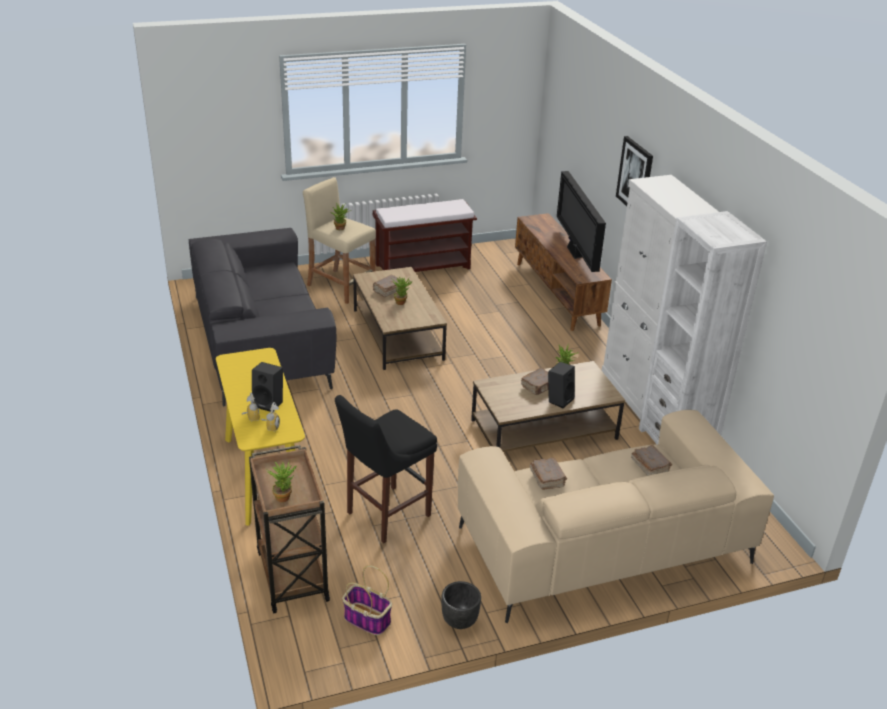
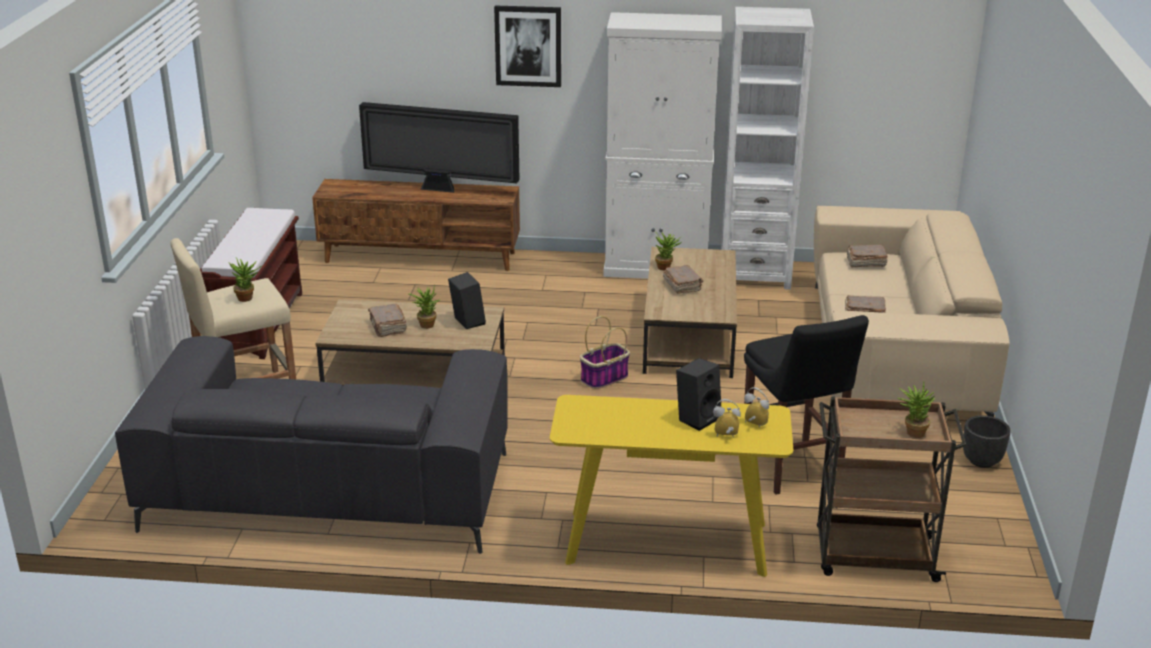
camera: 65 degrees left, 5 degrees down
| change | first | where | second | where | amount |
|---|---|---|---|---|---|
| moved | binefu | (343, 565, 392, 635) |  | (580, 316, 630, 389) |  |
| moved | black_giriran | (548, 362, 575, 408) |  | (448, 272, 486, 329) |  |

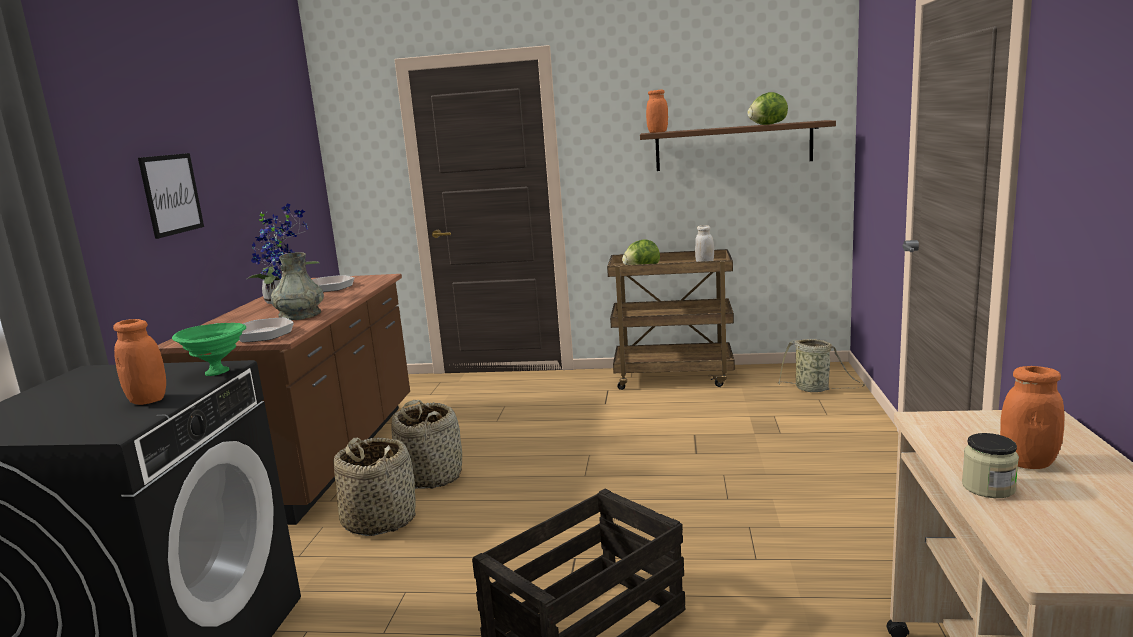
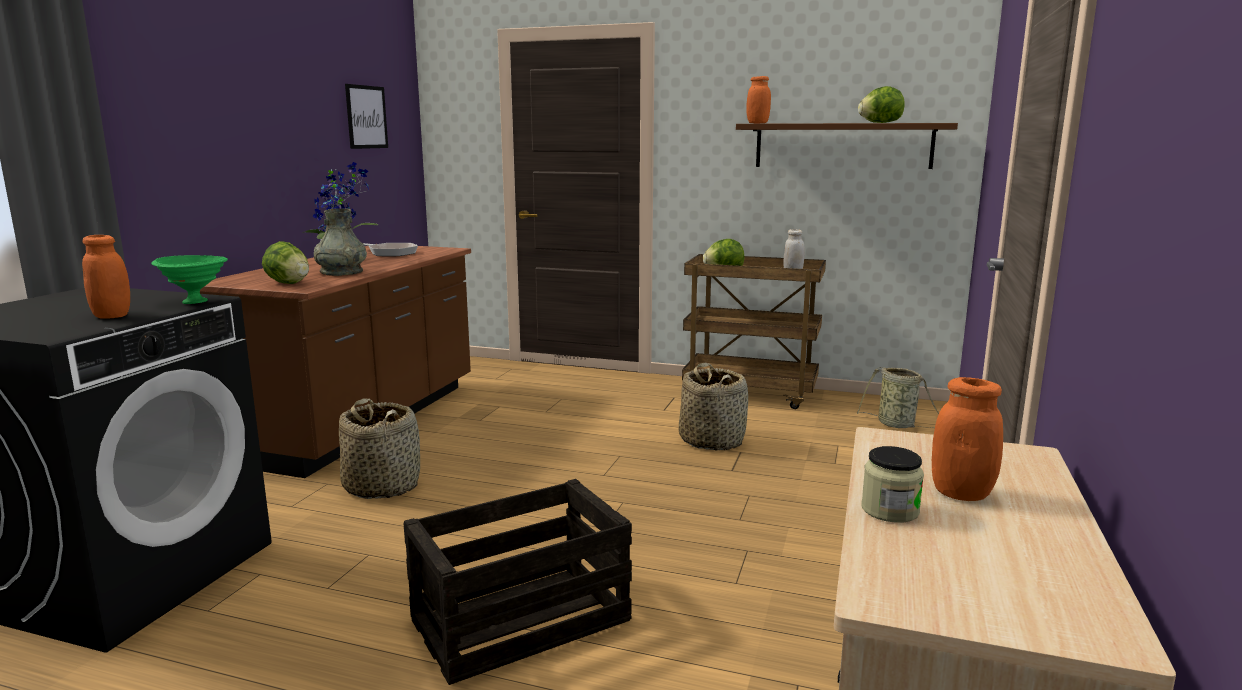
camera: 10 degrees right, 0 degrees up
| change | first | where | second | where | amount |
|---|---|---|---|---|---|
| moved | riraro | (138, 153, 204, 239) |  | (345, 84, 388, 149) |  |
| replaced | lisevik | (214, 317, 294, 343) | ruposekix | (262, 241, 309, 284) |  |
| moved | binefu | (391, 400, 462, 489) |  | (679, 362, 748, 451) |  |

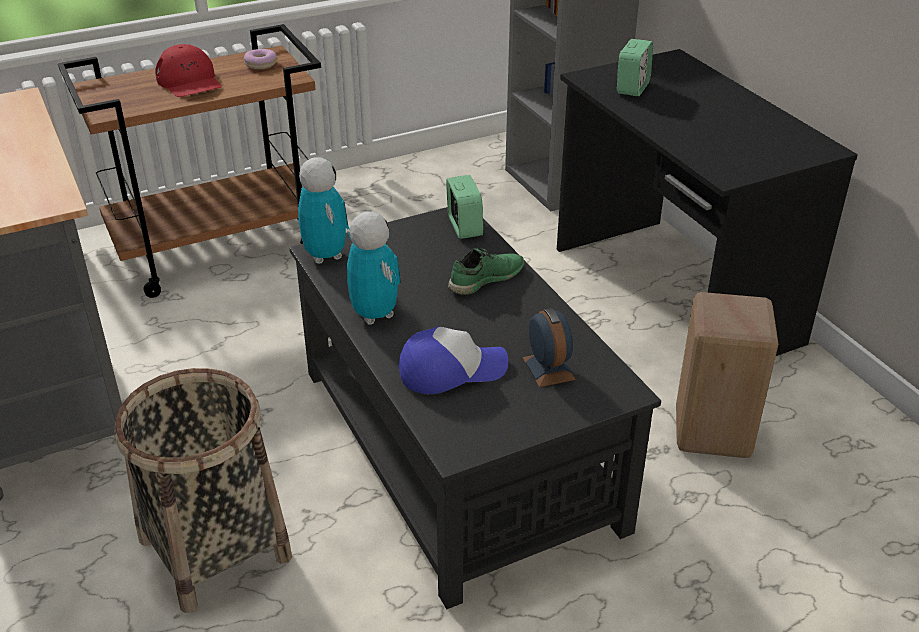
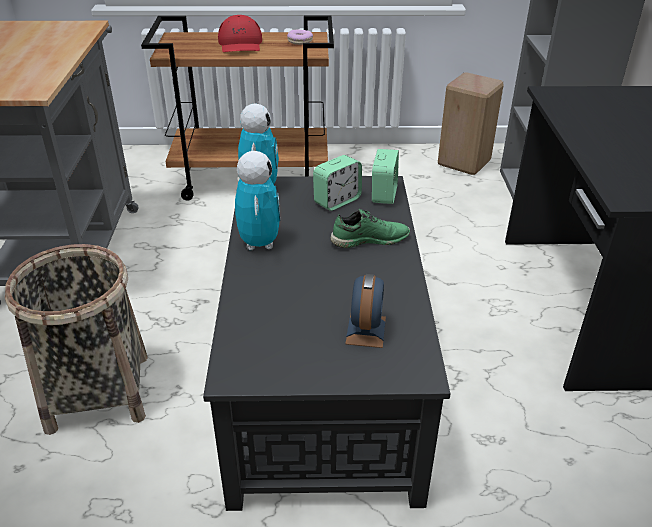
camera: 25 degrees right, 0 degrees up
| change | first | where | second | where | amount |
|---|---|---|---|---|---|
| removed | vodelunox | (399, 327, 508, 394) |  |  |  |
| moved | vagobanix | (617, 39, 653, 96) |  | (313, 155, 362, 211) |  |
| moved | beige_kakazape | (676, 292, 778, 458) |  | (438, 72, 504, 175) |  |

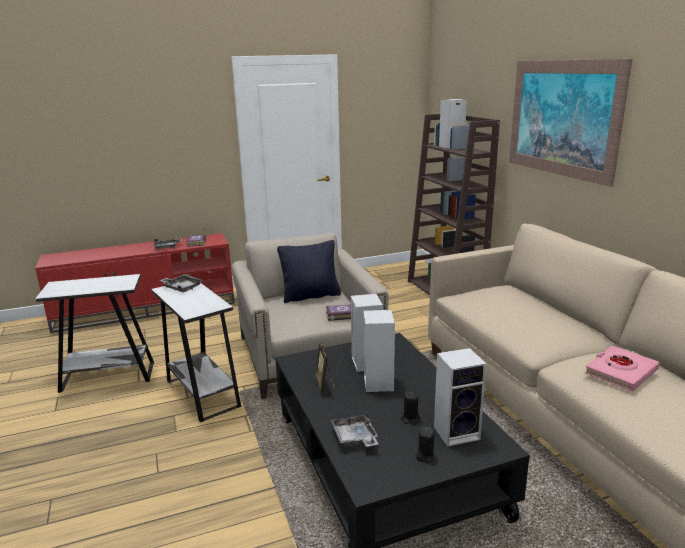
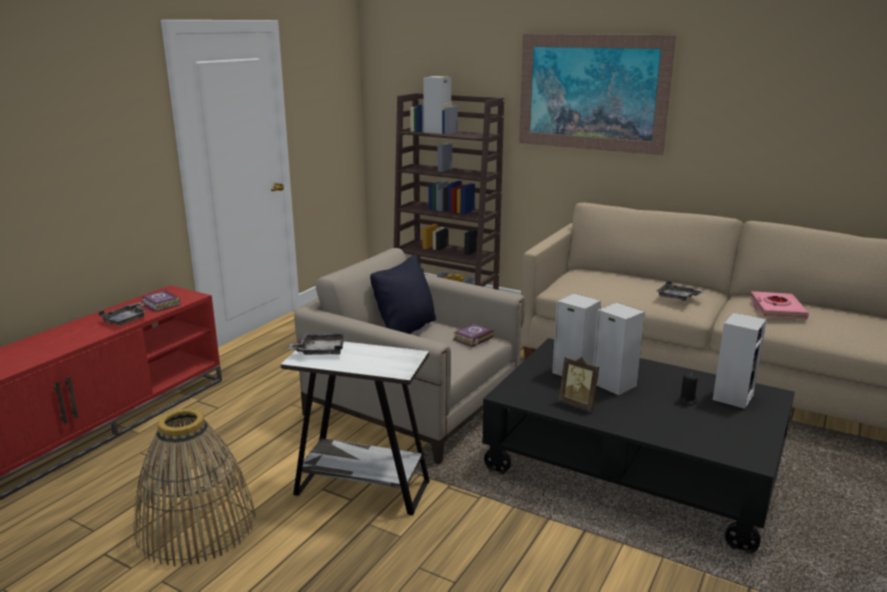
camera: 40 degrees left, 0 degrees up
| change | first | where | second | where | amount |
|---|---|---|---|---|---|
| replaced | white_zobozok | (35, 274, 154, 393) | binefu | (133, 409, 256, 566) |  |
| moved | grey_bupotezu | (331, 411, 378, 447) |  | (656, 281, 705, 301) |  |
| removed | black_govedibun | (416, 426, 435, 463) |  |  |  |

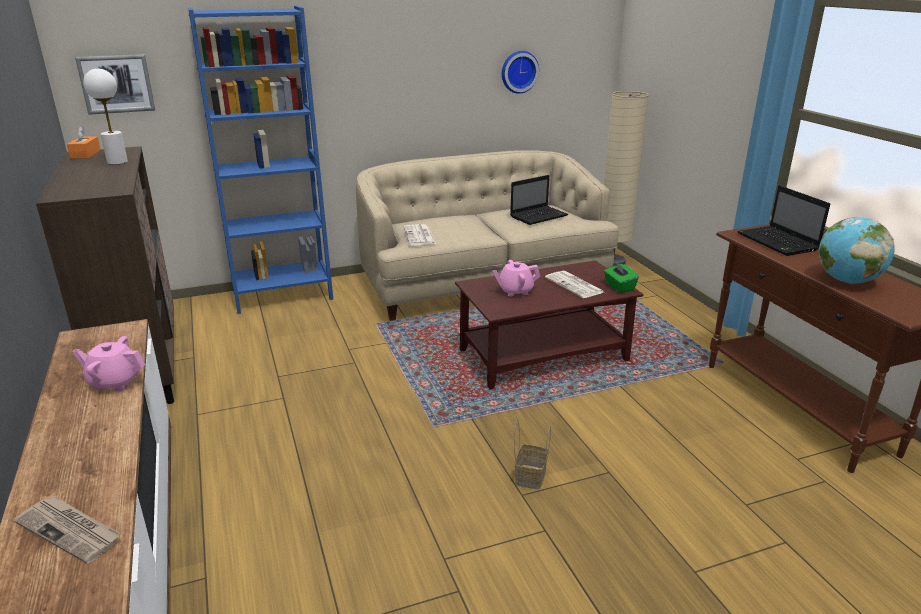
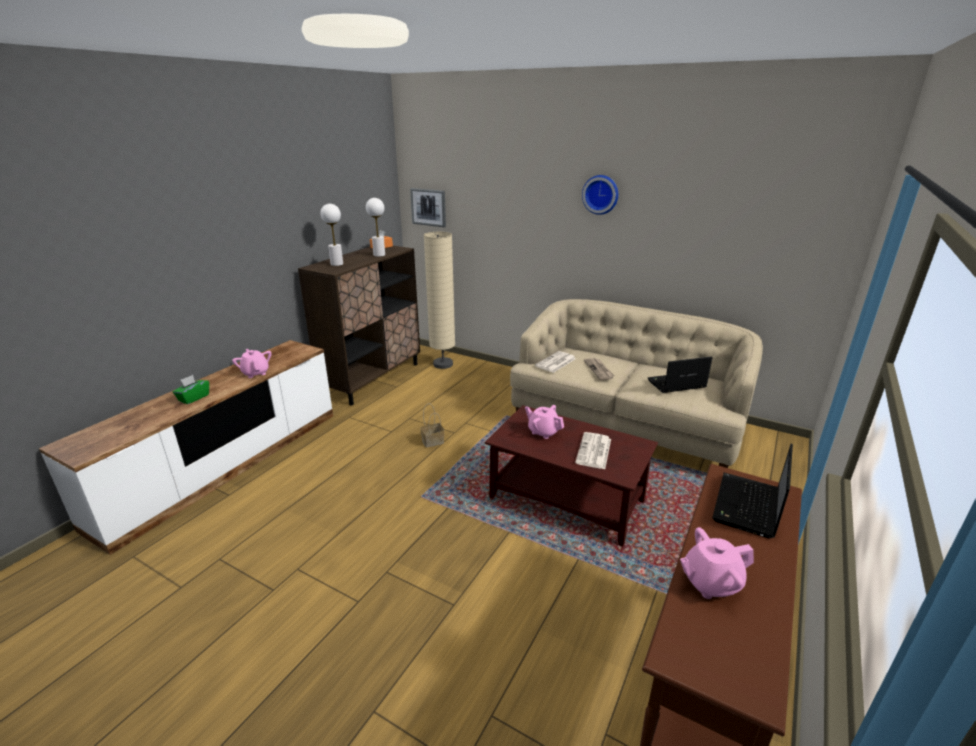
camera: 50 degrees right, 0 degrees up
| change | first | where | second | where | amount |
|---|---|---|---|---|---|
| moved | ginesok | (13, 496, 121, 564) |  | (584, 358, 614, 380) |  |
| removed | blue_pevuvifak | (188, 6, 333, 314) |  |  |  |
| moved | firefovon | (502, 51, 539, 94) |  | (582, 175, 618, 215) |  |
| turned | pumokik | (510, 175, 568, 225) |  | (648, 356, 713, 393) | 150 degrees clockwise |
| moved | binefu | (514, 419, 551, 490) |  | (420, 403, 445, 447) |  |
| moved | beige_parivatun | (604, 91, 649, 266) |  | (424, 232, 455, 369) |  |
| moved | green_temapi | (604, 262, 639, 293) |  | (173, 375, 209, 404) |  |
| replaced | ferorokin | (819, 217, 895, 284) | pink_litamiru | (680, 527, 754, 599) |  |
| added |  |  | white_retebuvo | (320, 204, 343, 266) |  |

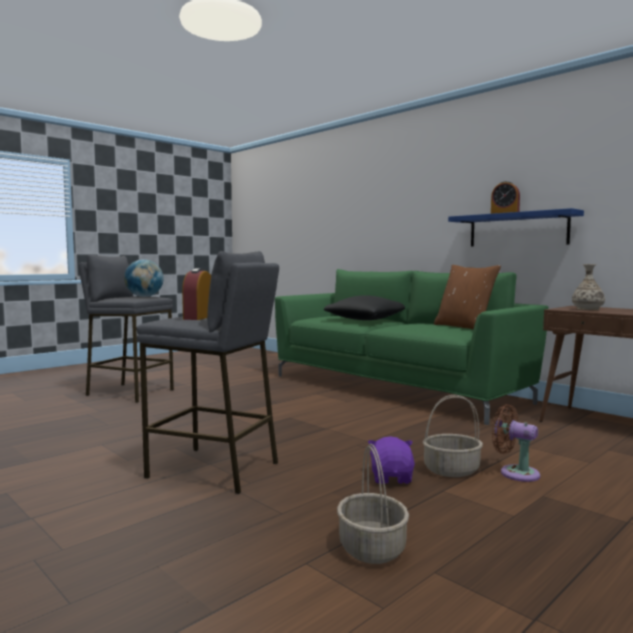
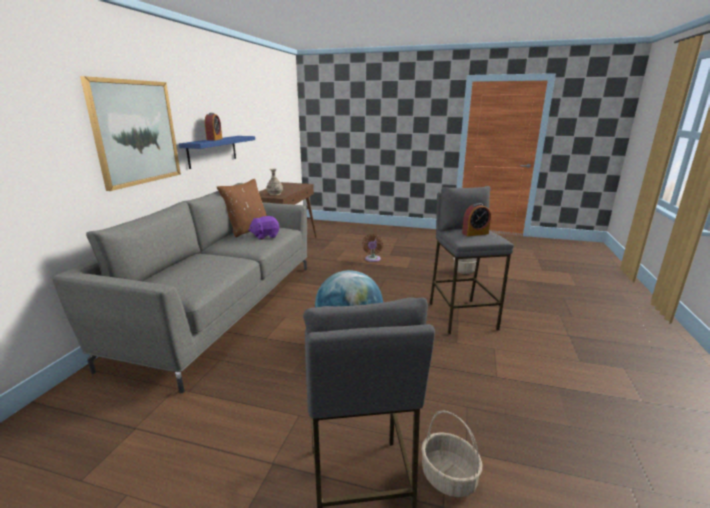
camera: 120 degrees left, 15 degrees up
| change | first | where | second | where | amount |
|---|---|---|---|---|---|
| recoloured | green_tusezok | (275, 269, 549, 425) | grey_tusezok | (52, 183, 307, 393) |  |
| removed | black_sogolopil | (324, 295, 405, 320) |  |  |  |
| moved | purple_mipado | (368, 437, 415, 484) |  | (249, 216, 279, 240) |  |
| moved | binefu | (423, 395, 483, 477) |  | (421, 410, 482, 498) |  |
| added |  |  | riraro | (80, 76, 181, 191) |  |

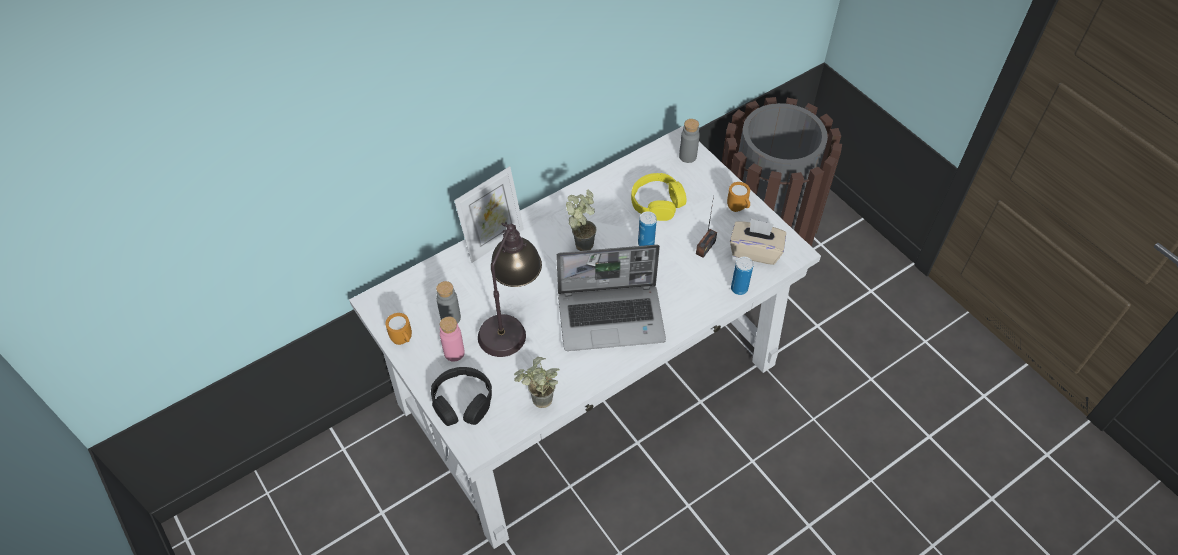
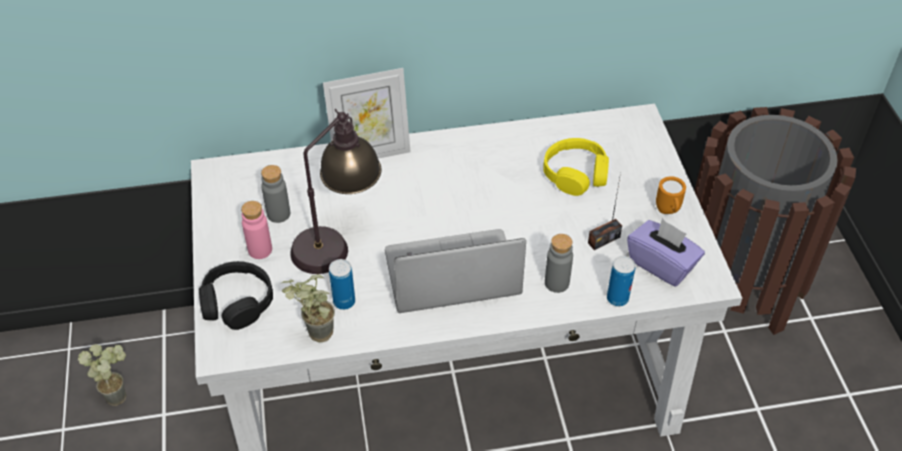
camera: 25 degrees right, 5 degrees down
| change | first | where | second | where | amount |
|---|---|---|---|---|---|
| removed | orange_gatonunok | (385, 313, 412, 345) |  |  |  |
| turned | pumokik | (556, 245, 666, 351) |  | (385, 229, 526, 313) | 150 degrees clockwise |
| moved | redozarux | (566, 190, 596, 251) |  | (78, 344, 126, 406) |  |
| moved | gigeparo | (638, 211, 657, 246) |  | (329, 259, 355, 310) |  |
| moved | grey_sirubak | (679, 119, 700, 163) |  | (545, 234, 573, 293) |  |
| recoloured | beige_temapi | (730, 218, 786, 265) | purple_temapi | (627, 218, 705, 286) |  |

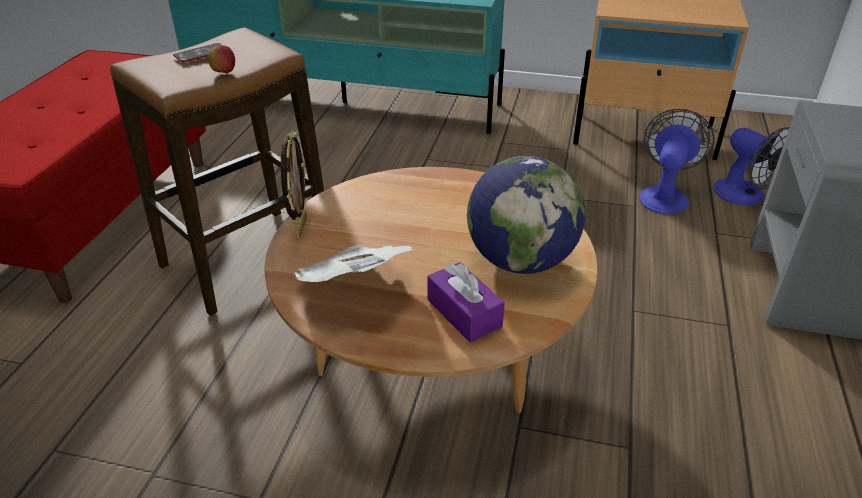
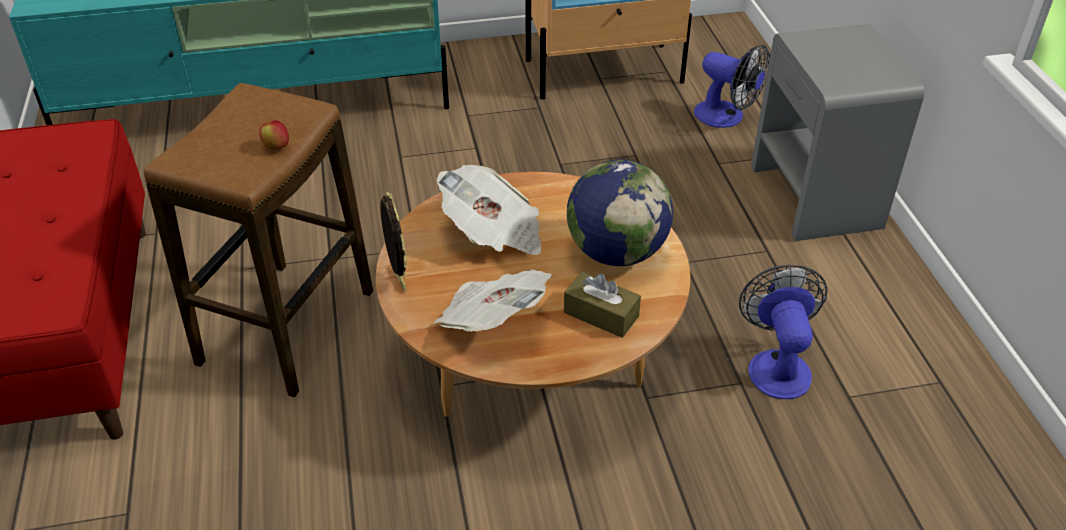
camera: 25 degrees left, 5 degrees up
| change | first | where | second | where | amount |
|---|---|---|---|---|---|
| removed | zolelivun | (173, 43, 222, 62) |  |  |  |
| recoloured | purple_temapi | (427, 262, 505, 343) | brown_temapi | (564, 272, 641, 338) |  |
| moved | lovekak | (639, 109, 715, 214) |  | (739, 264, 827, 399) |  |
| added |  |  | ginesok | (437, 165, 541, 255) |  |

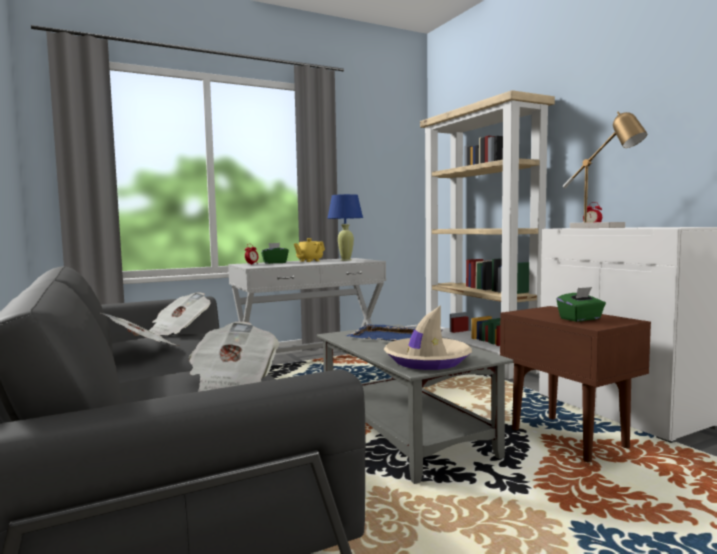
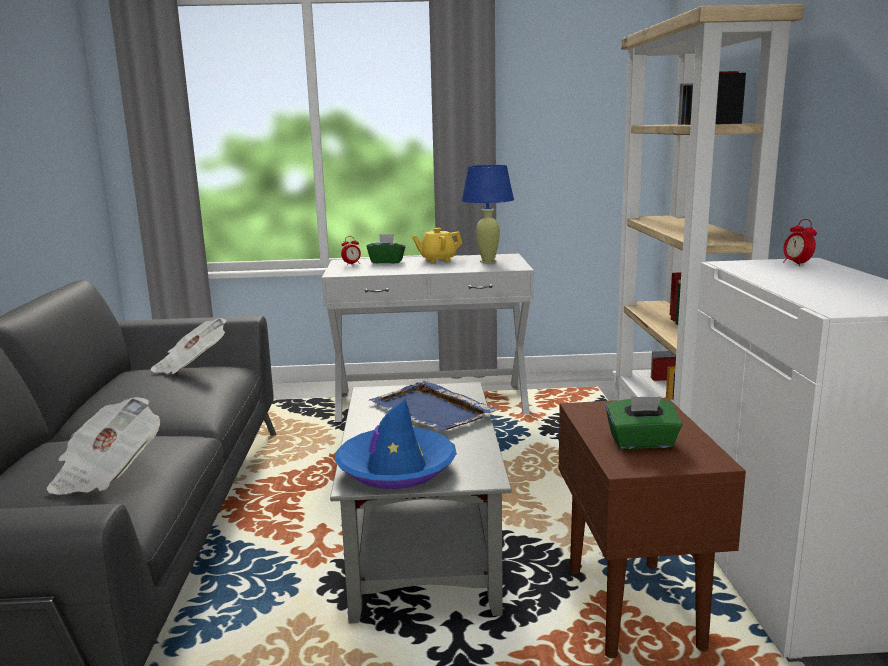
camera: 25 degrees right, 10 degrees up
| change | first | where | second | where | amount |
|---|---|---|---|---|---|
| removed | ginesok | (101, 313, 178, 346) |  |  |  |
| recoloured | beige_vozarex | (384, 305, 472, 370) | blue_vozarex | (335, 399, 457, 489) |  |
| removed | retebuvo | (563, 111, 647, 228) |  |  |  |

